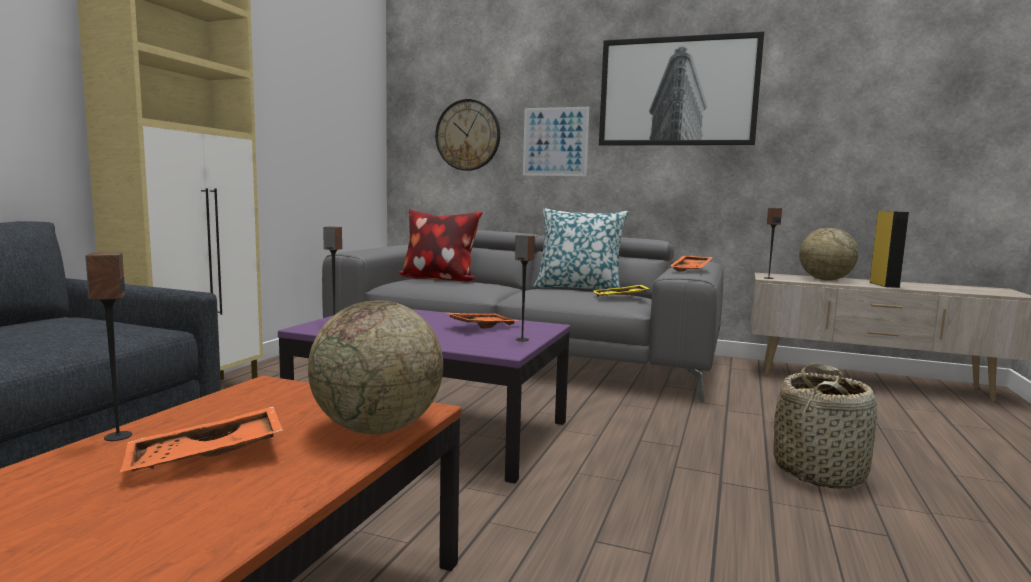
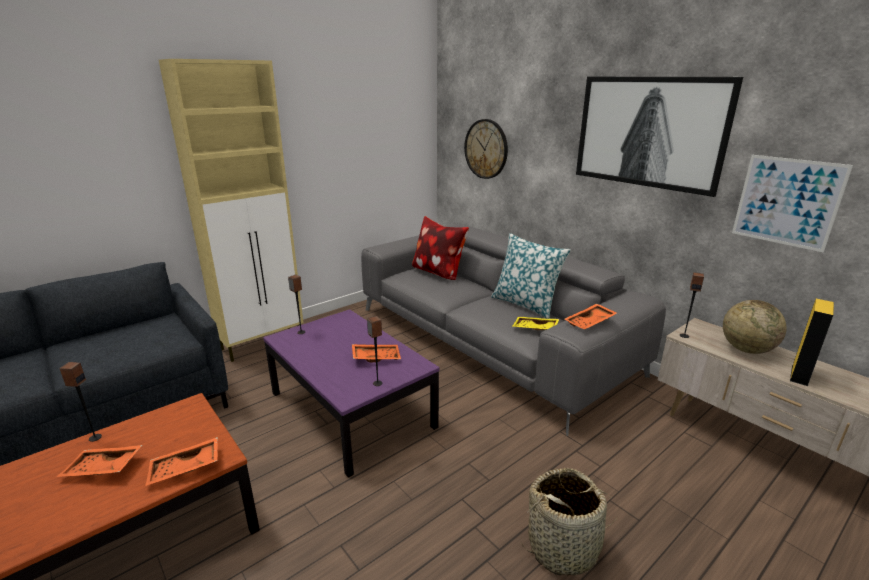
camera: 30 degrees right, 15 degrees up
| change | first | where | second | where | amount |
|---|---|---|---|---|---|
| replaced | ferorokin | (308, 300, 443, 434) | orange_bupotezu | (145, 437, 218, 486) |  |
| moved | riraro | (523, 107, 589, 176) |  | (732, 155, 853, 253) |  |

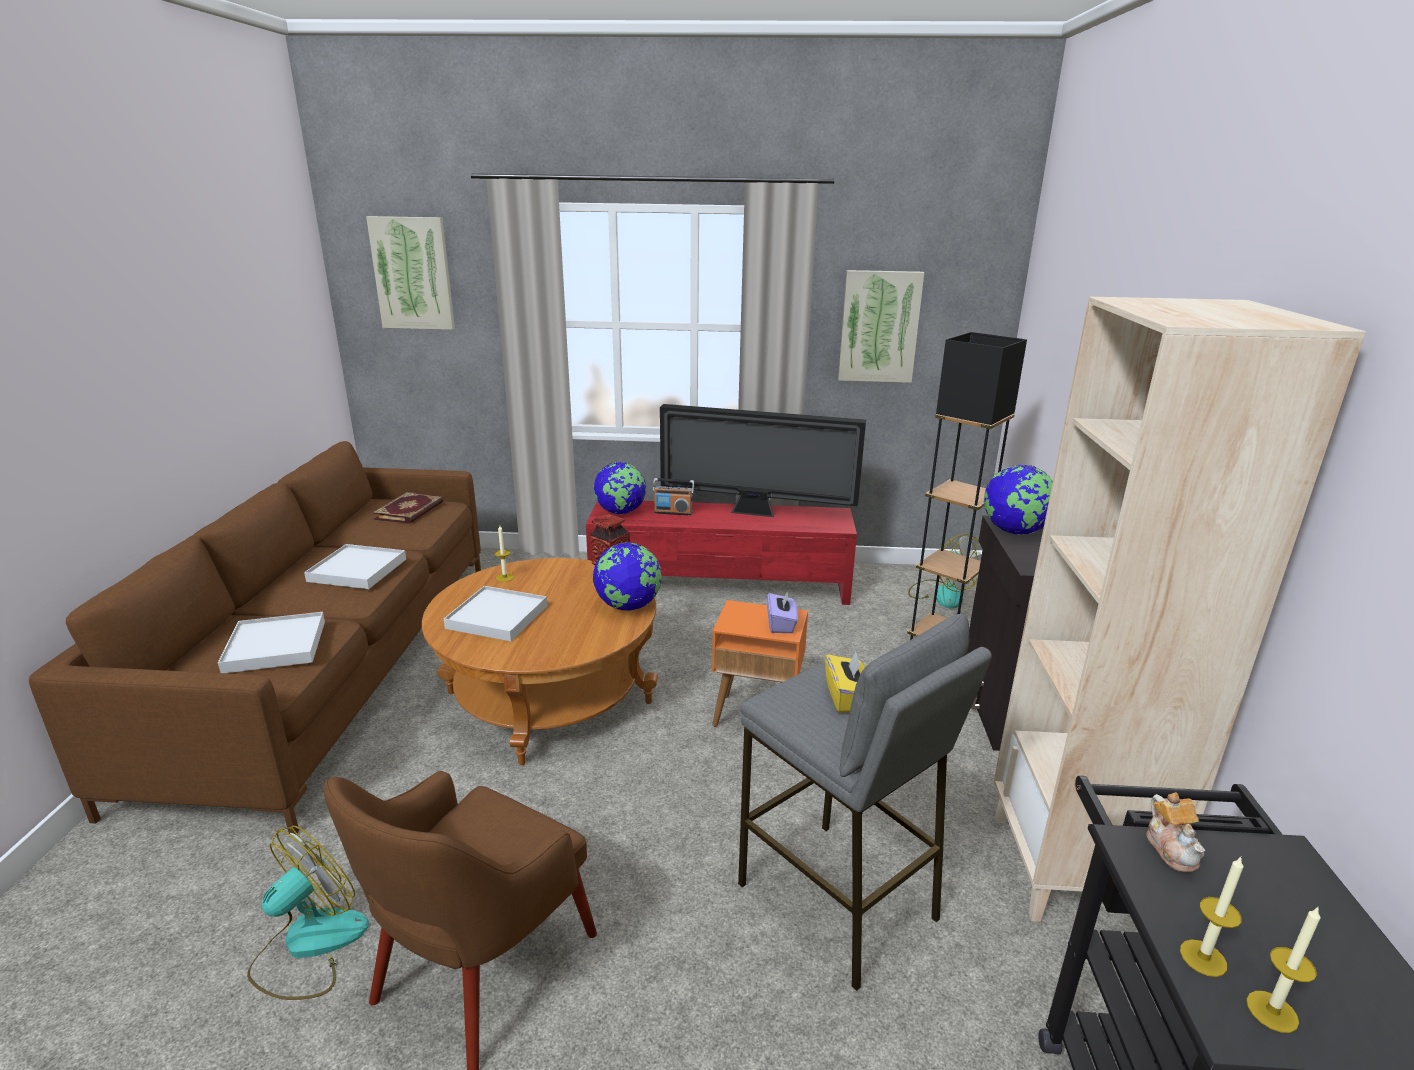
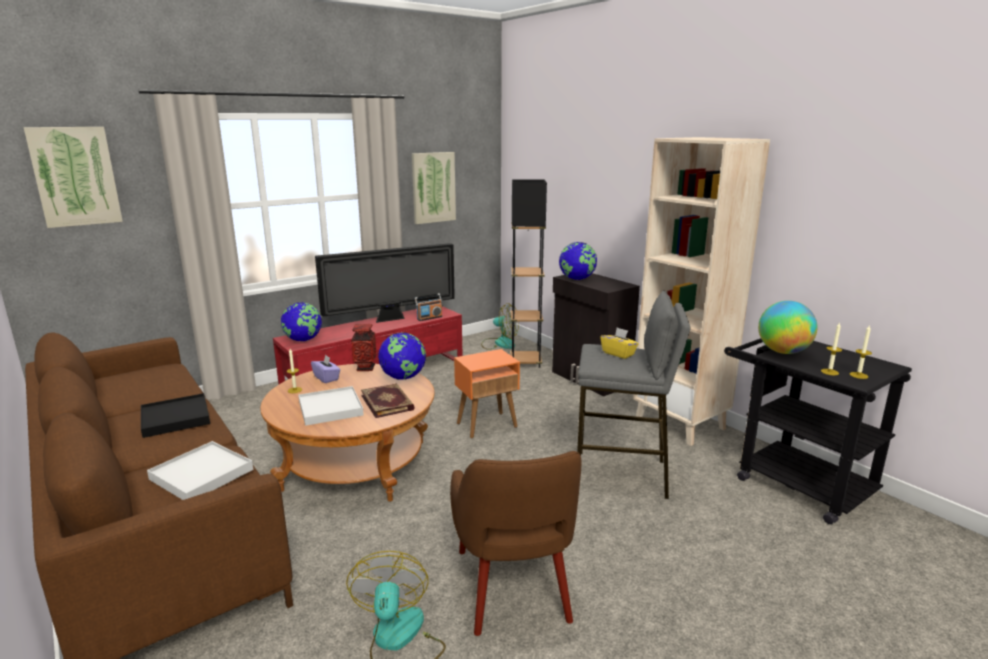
camera: 40 degrees left, 5 degrees down
| change | first | where | second | where | amount |
|---|---|---|---|---|---|
| recoloured | white_bupotezu | (304, 544, 406, 589) | black_bupotezu | (141, 393, 210, 438) |  |
| moved | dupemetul | (372, 492, 443, 524) |  | (361, 384, 415, 418) |  |
| moved | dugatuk | (653, 478, 694, 516) |  | (414, 293, 443, 321) |  |
| moved | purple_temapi | (767, 590, 798, 633) |  | (311, 354, 340, 383) |  |
| replaced | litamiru | (1146, 792, 1205, 872) | ferorokin | (758, 301, 818, 354) |  |

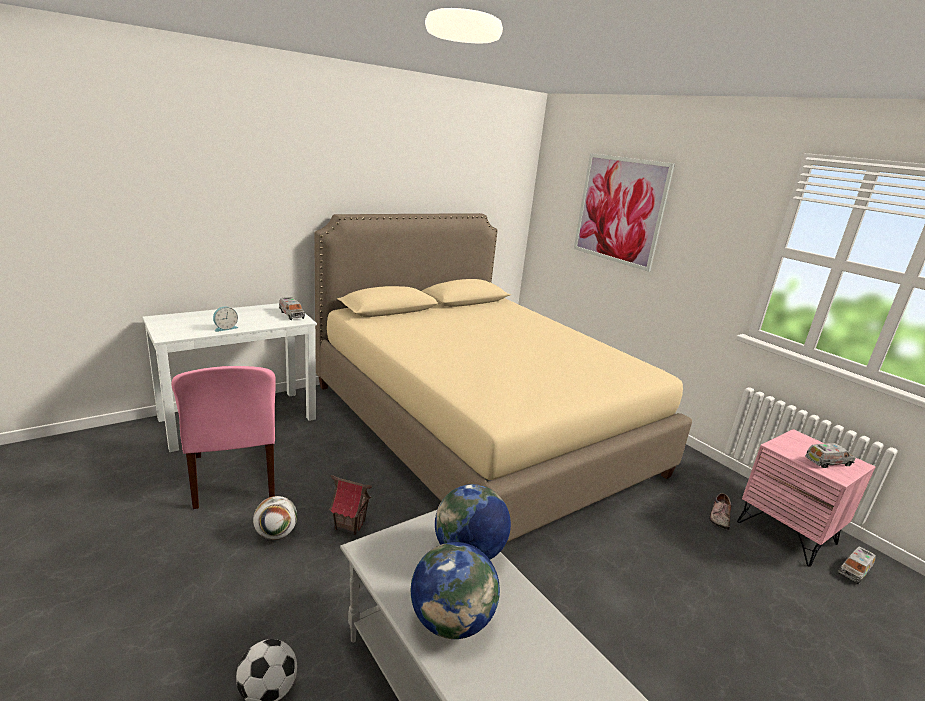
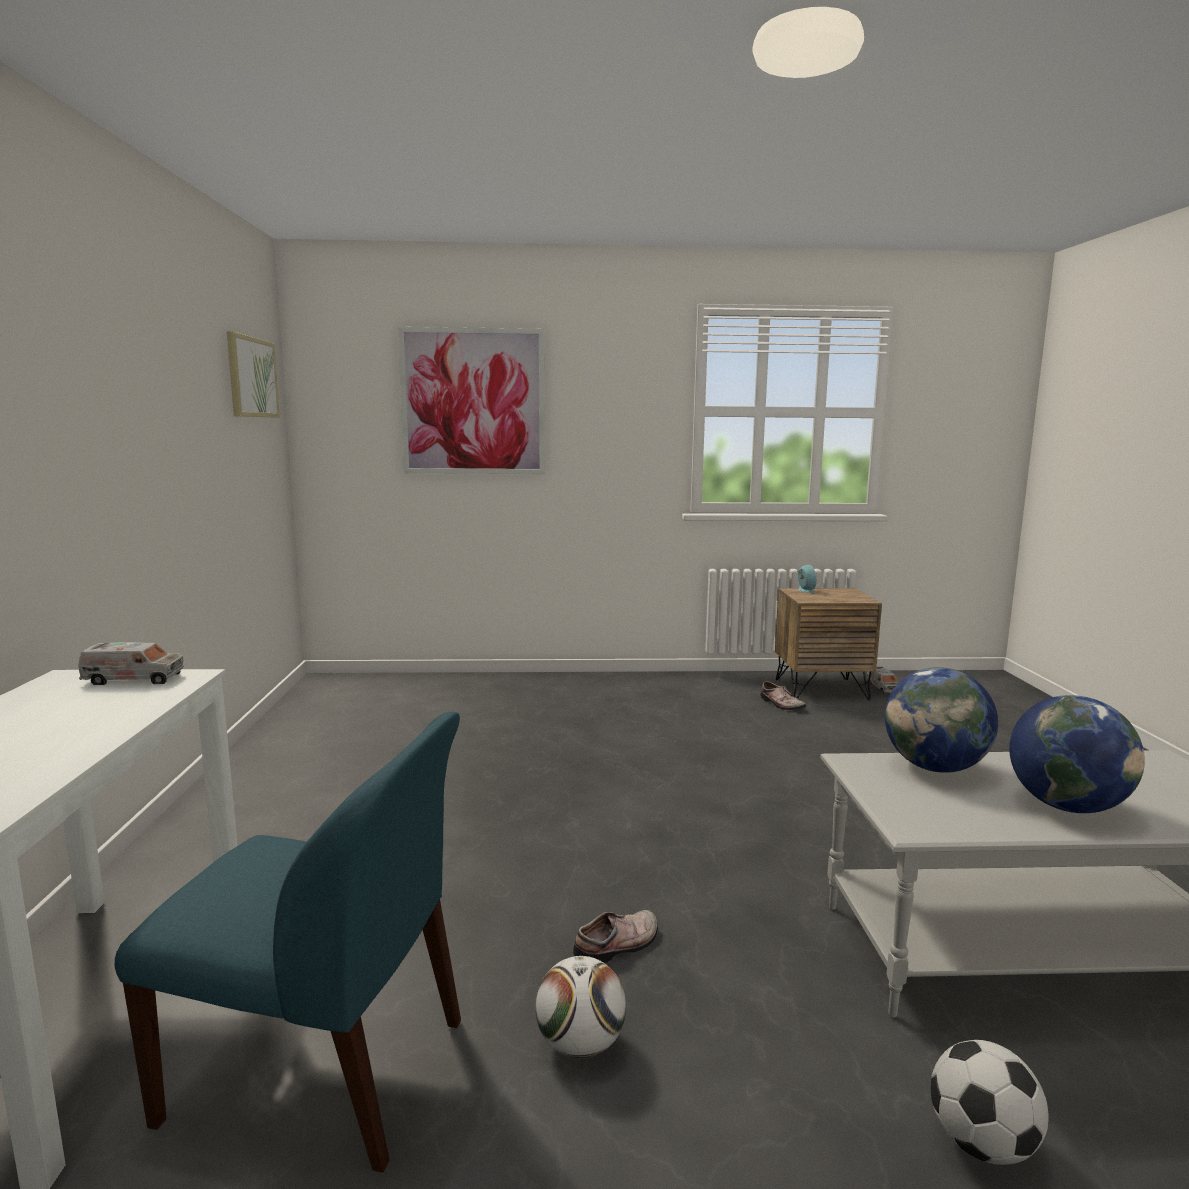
camera: 55 degrees left, 10 degrees down
| change | first | where | second | where | amount |
|---|---|---|---|---|---|
| recoloured | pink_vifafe | (171, 366, 276, 509) | blue_vifafe | (115, 711, 461, 1173) |  |
| moved | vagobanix | (213, 307, 238, 332) |  | (797, 565, 817, 593) |  |
| removed | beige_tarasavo | (314, 213, 692, 542) |  |  |  |
| replaced | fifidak | (329, 475, 372, 535) | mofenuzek | (573, 910, 658, 963) |  |
| recoloured | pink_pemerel | (737, 429, 875, 567) | brown_pemerel | (775, 588, 882, 700) |  |
| removed | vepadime | (805, 443, 855, 468) |  |  |  |
| added |  |  | riraro | (227, 331, 280, 418) |  |

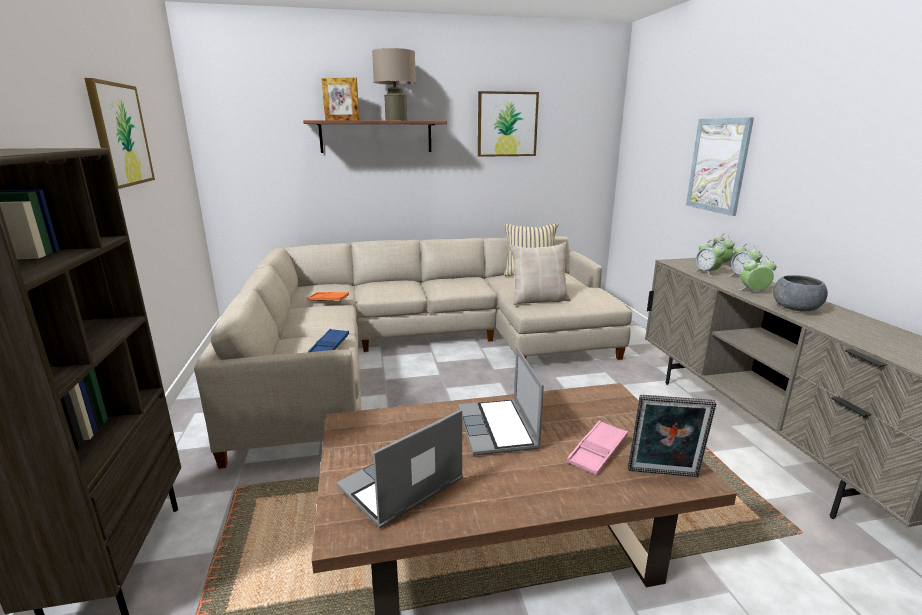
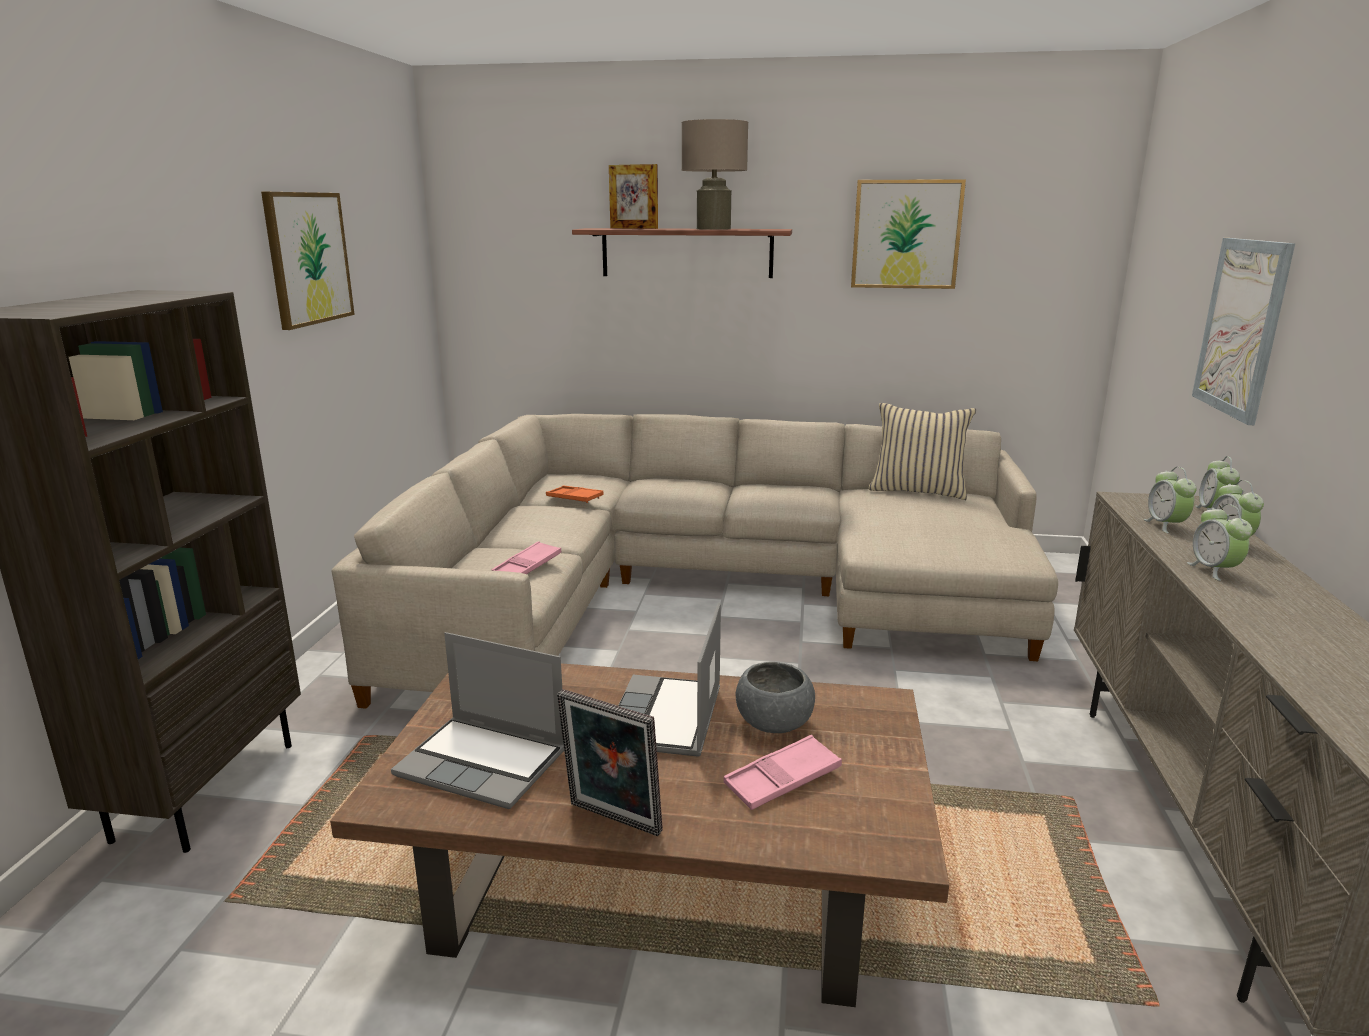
camera: 20 degrees right, 0 degrees up
| change | first | where | second | where | amount |
|---|---|---|---|---|---|
| recoloured | blue_bupotezu | (308, 329, 349, 352) | pink_bupotezu | (491, 541, 561, 574) |  |
| turned | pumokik | (336, 409, 463, 528) |  | (391, 632, 564, 809) | 135 degrees counterclockwise |
| removed | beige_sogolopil | (509, 242, 571, 305) |  |  |  |
| moved | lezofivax | (628, 395, 716, 477) |  | (557, 689, 663, 836) |  |
| turned | vagobanix | (738, 256, 777, 291) |  | (1187, 504, 1253, 581) | 120 degrees counterclockwise |
| moved | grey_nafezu | (773, 275, 828, 312) |  | (736, 662, 815, 733) |  |

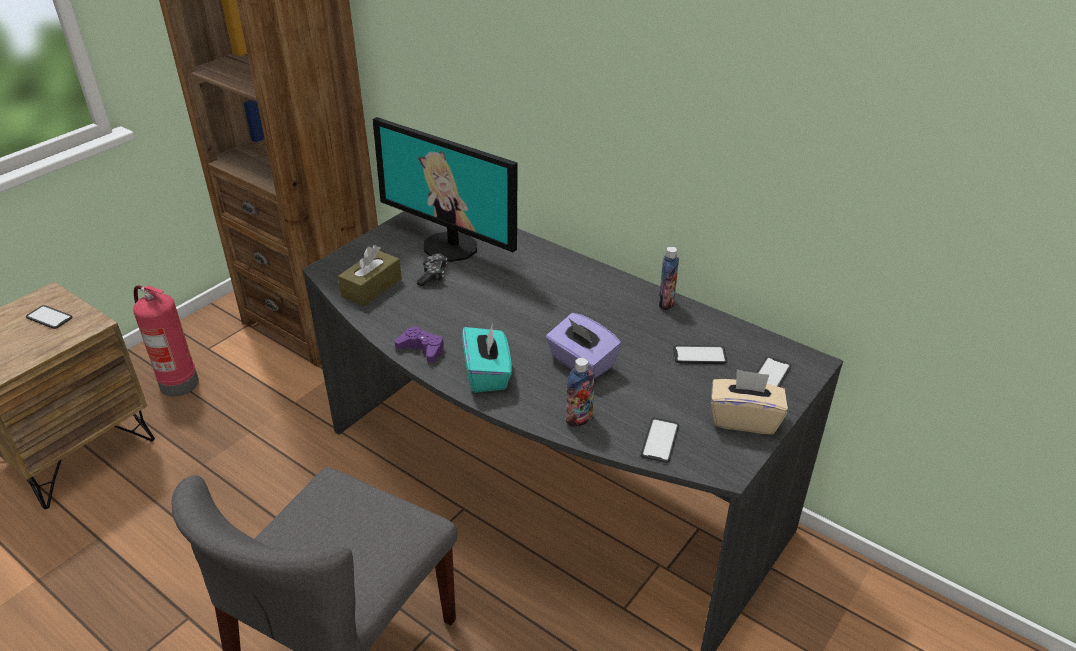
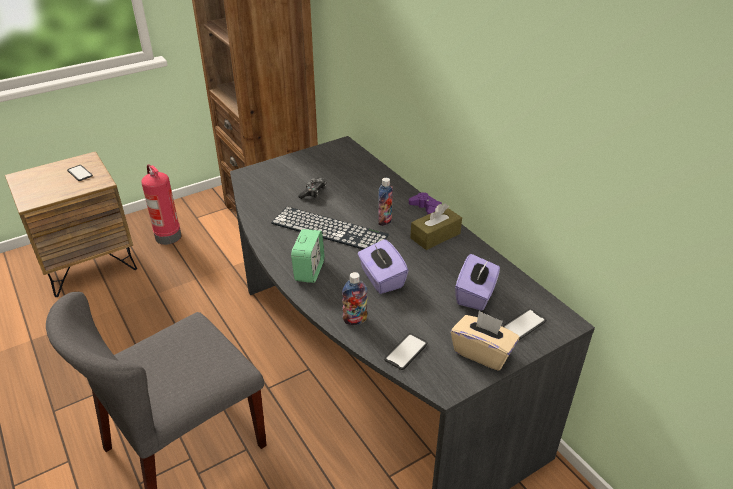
camera: 20 degrees right, 0 degrees up
| change | first | where | second | where | amount |
|---|---|---|---|---|---|
| moved | brown_temapi | (338, 245, 402, 306) |  | (410, 204, 462, 250) |  |
| removed | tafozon | (373, 117, 518, 262) |  |  |  |
| moved | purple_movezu | (395, 326, 444, 362) |  | (409, 193, 442, 215) |  |
| replaced | turquoise_temapi | (462, 324, 511, 393) | vagobanix | (291, 229, 324, 283) |  |
| moved | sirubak | (658, 247, 679, 310) |  | (378, 178, 393, 226) |  |
| replaced | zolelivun | (673, 345, 727, 364) | purple_temapi | (455, 254, 500, 311) |  |
| added |  |  | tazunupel | (271, 207, 389, 249) |  |

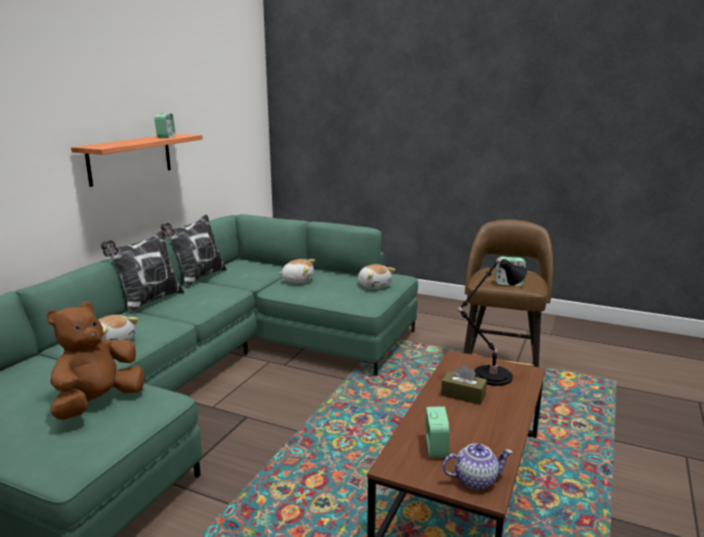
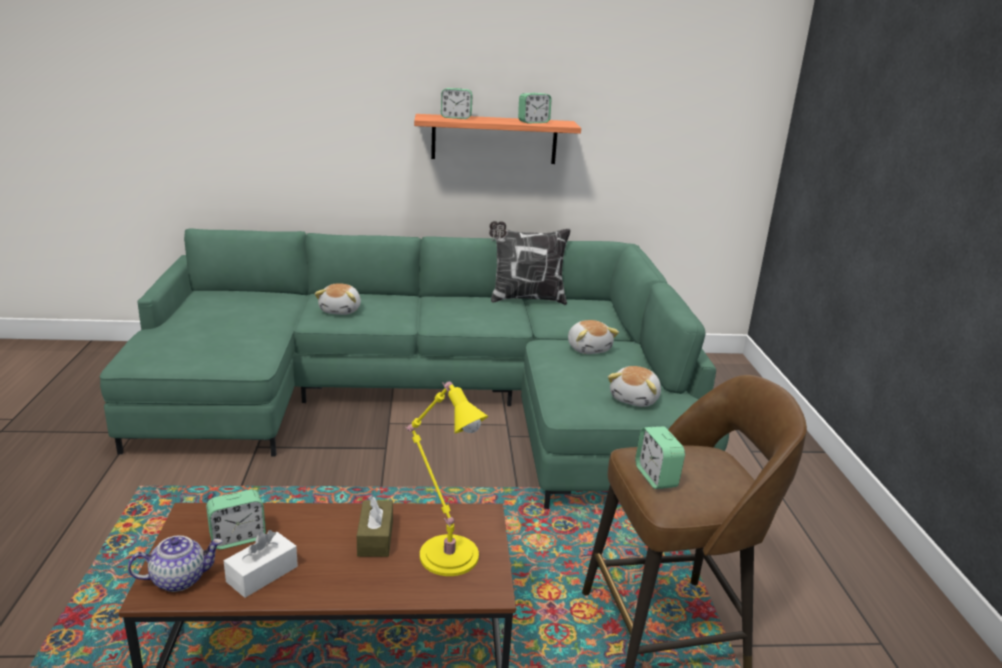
camera: 60 degrees right, 5 degrees up
| change | first | where | second | where | amount |
|---|---|---|---|---|---|
| removed | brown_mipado | (47, 302, 144, 420) |  |  |  |
| removed | sogolopil | (101, 230, 184, 314) |  |  |  |
| turned | litamiru | (443, 443, 513, 490) |  | (128, 536, 222, 592) | 75 degrees counterclockwise |
| recoloured | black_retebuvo | (458, 258, 527, 386) | yellow_retebuvo | (405, 382, 488, 576) |  |
| added |  |  | white_temapi | (224, 530, 298, 598) |  |
| added |  |  | vagobanix | (441, 88, 473, 119) |  |

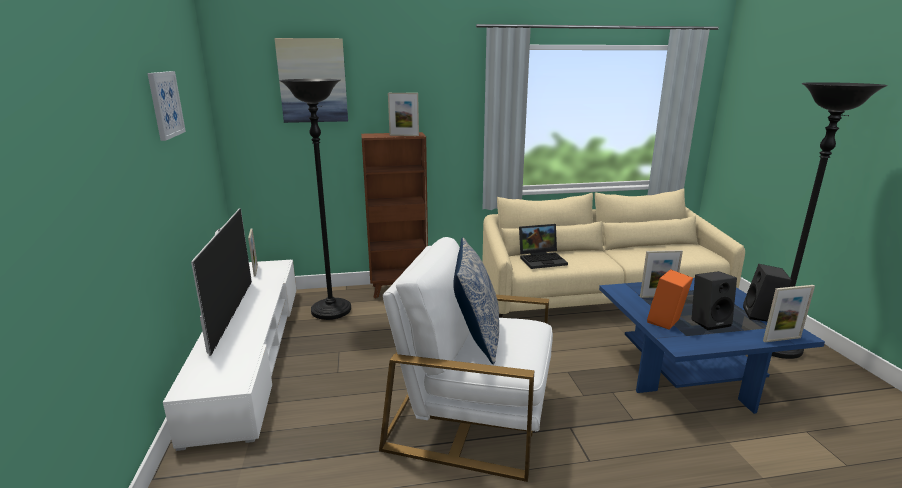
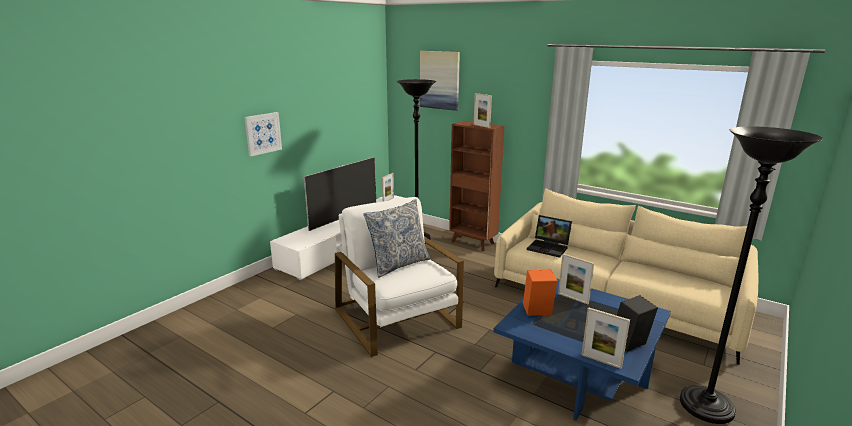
camera: 45 degrees right, 0 degrees up
| change | first | where | second | where | amount |
|---|---|---|---|---|---|
| moved | riraro | (147, 71, 186, 141) |  | (244, 112, 282, 156) |  |
| removed | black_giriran | (692, 271, 737, 330) |  |  |  |

